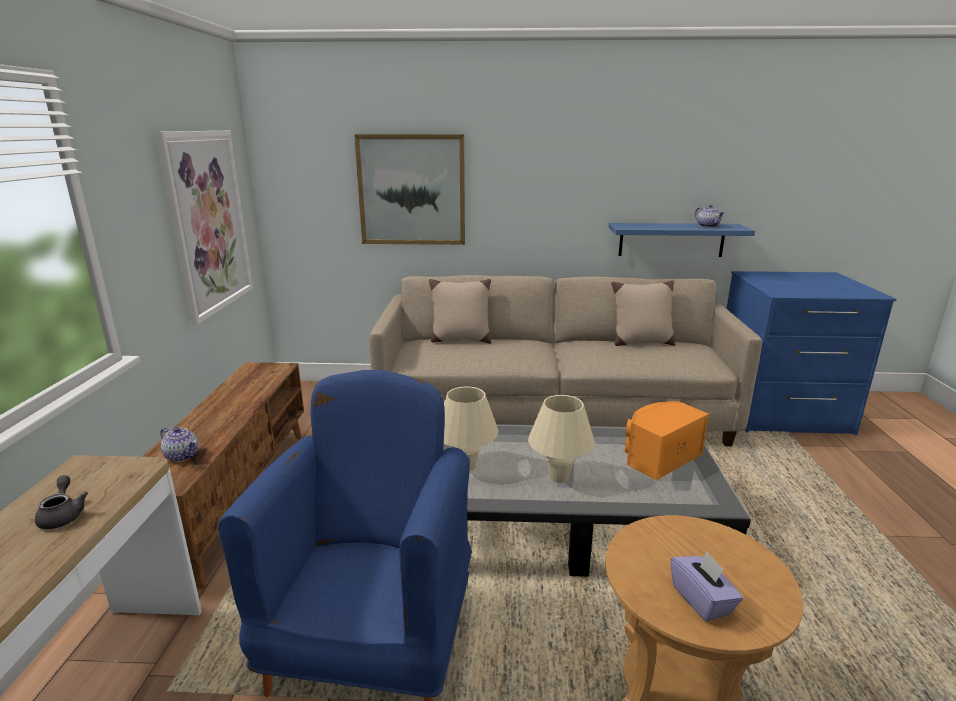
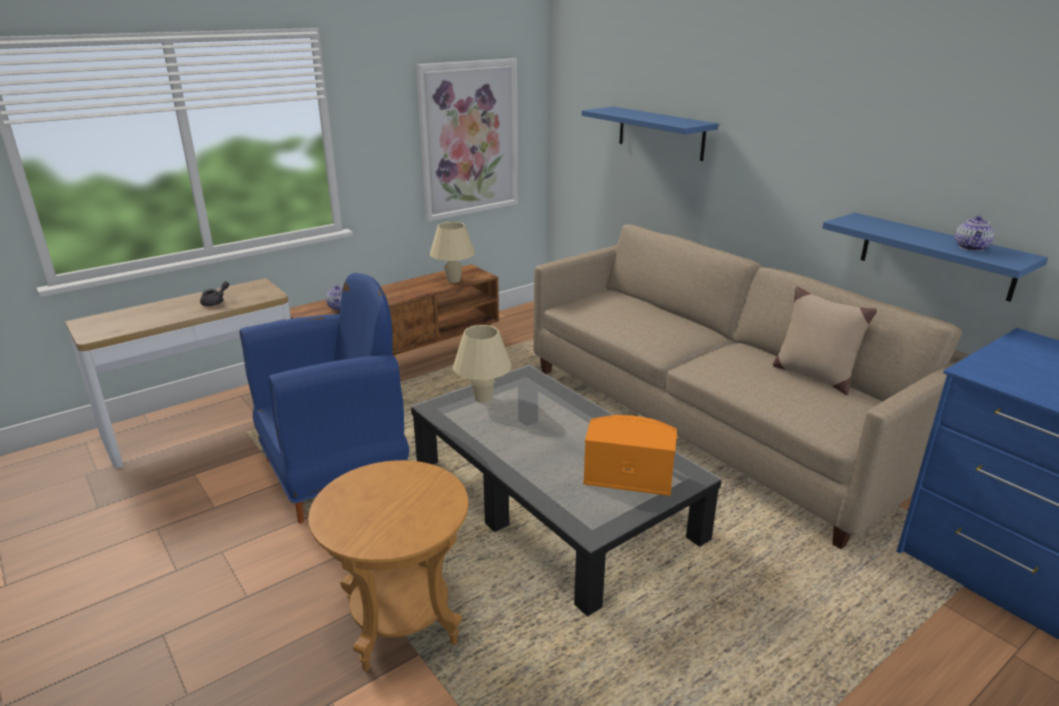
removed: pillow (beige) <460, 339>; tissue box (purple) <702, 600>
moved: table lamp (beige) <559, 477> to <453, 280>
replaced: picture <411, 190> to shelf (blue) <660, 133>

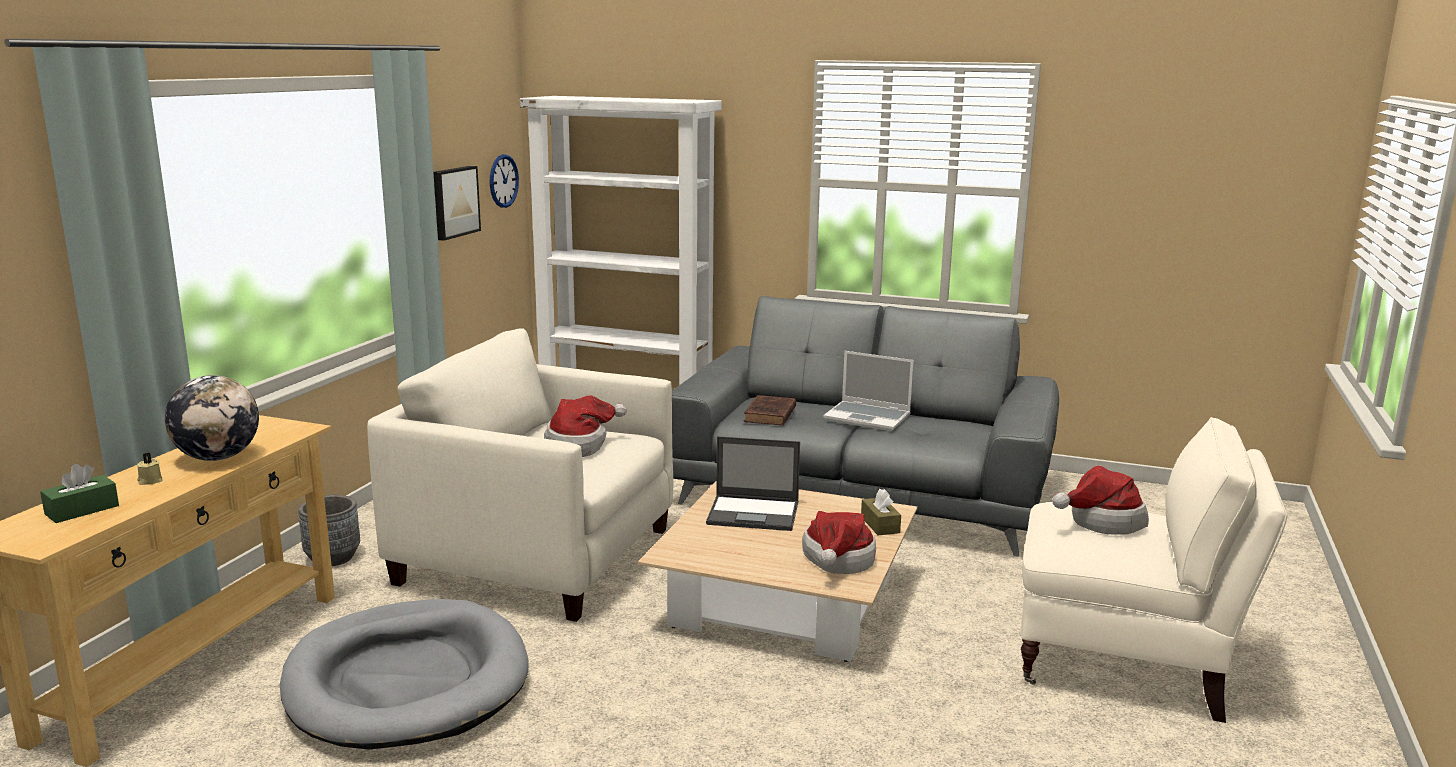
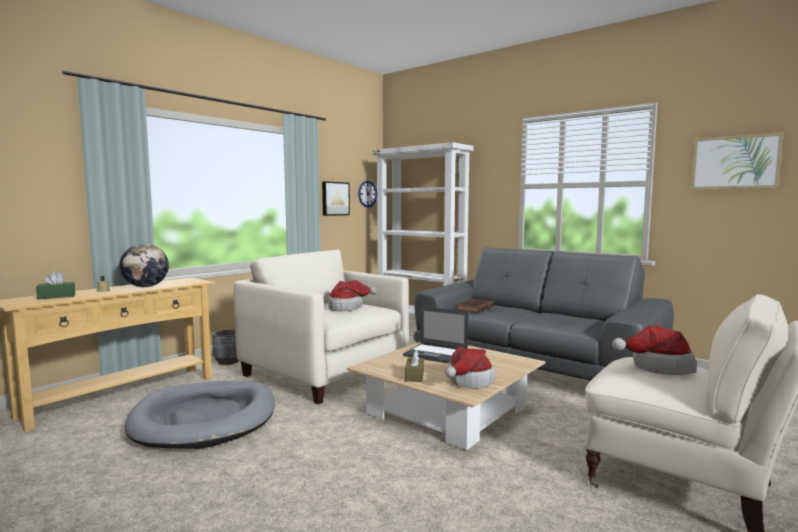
removed: laptop <868, 417>
added: picture <735, 162>
moved: tissue box (brown) <880, 525> to <414, 376>

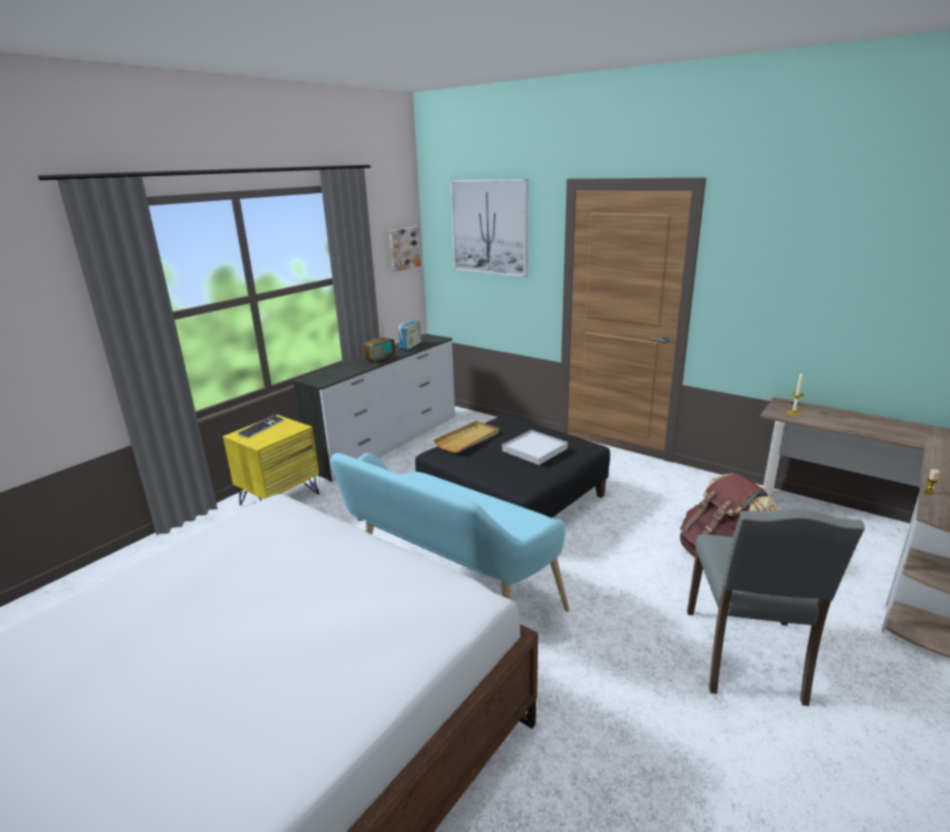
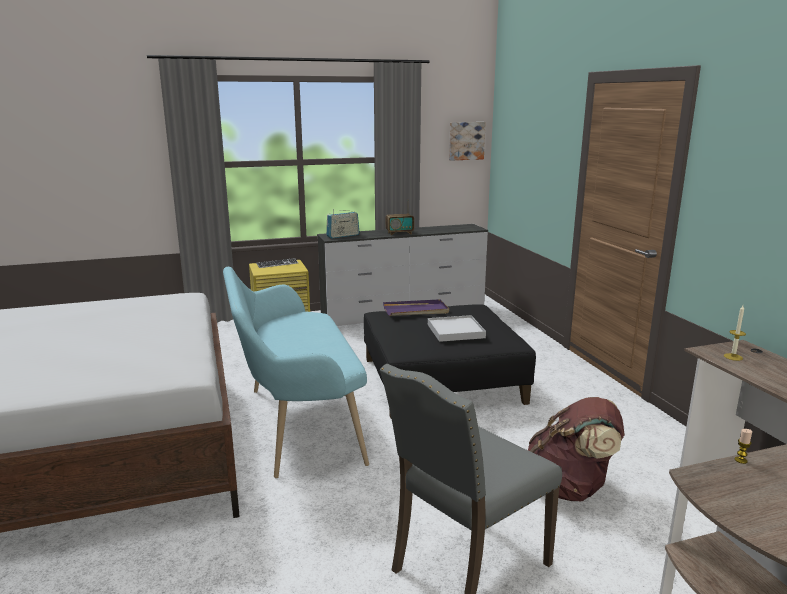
removed: picture <489, 227>
moved: radio <410, 346> to <343, 236>
recoloured: tray (beige) <468, 439> to tray (purple) <416, 310>

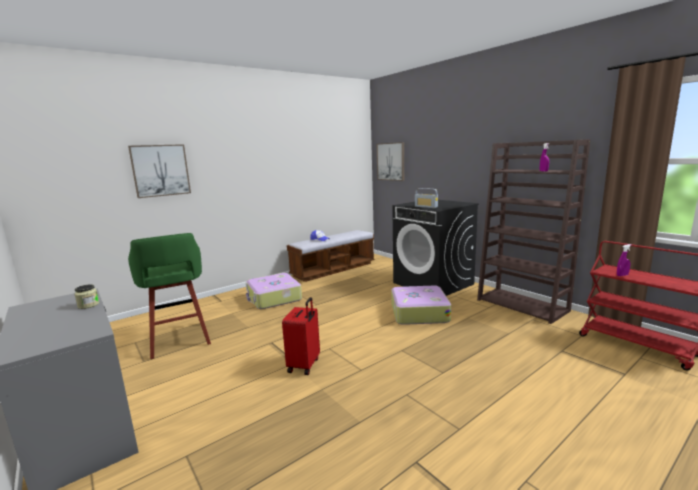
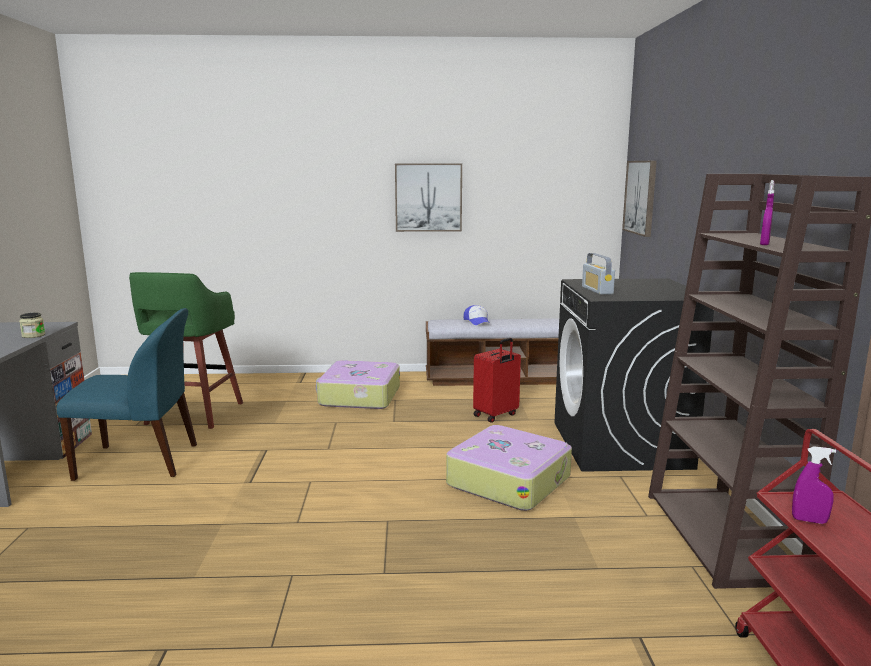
added: chair (blue) <140, 462>
moved: picture <160, 170> to <428, 197>; suitcase (red) <304, 365> to <496, 415>

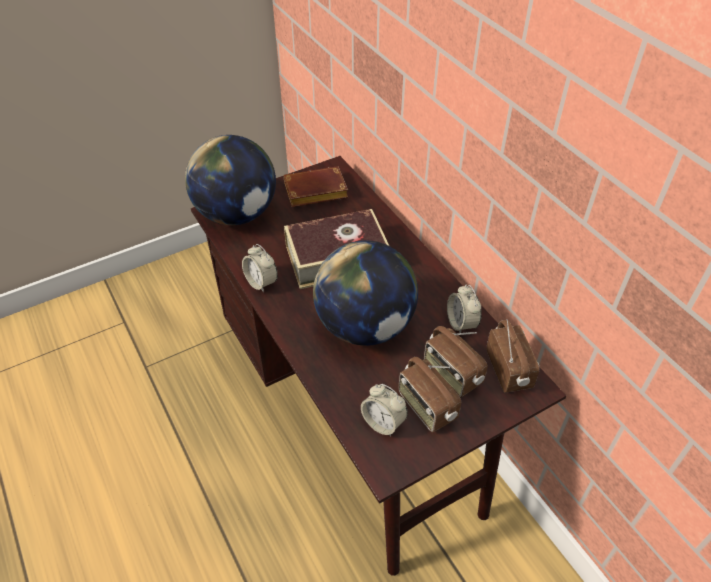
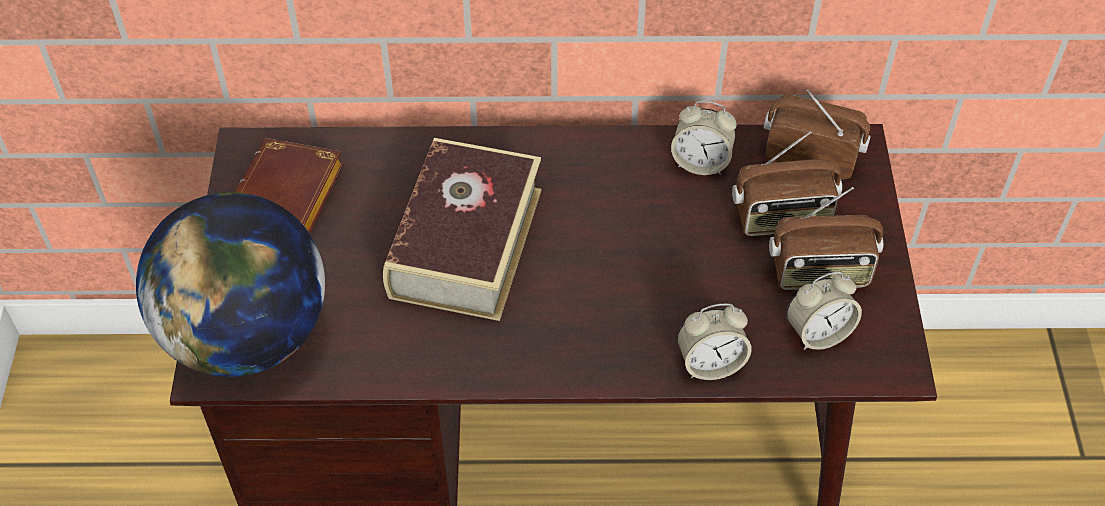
removed: globe <365, 326>
moved: alarm clock <261, 282> to <710, 363>

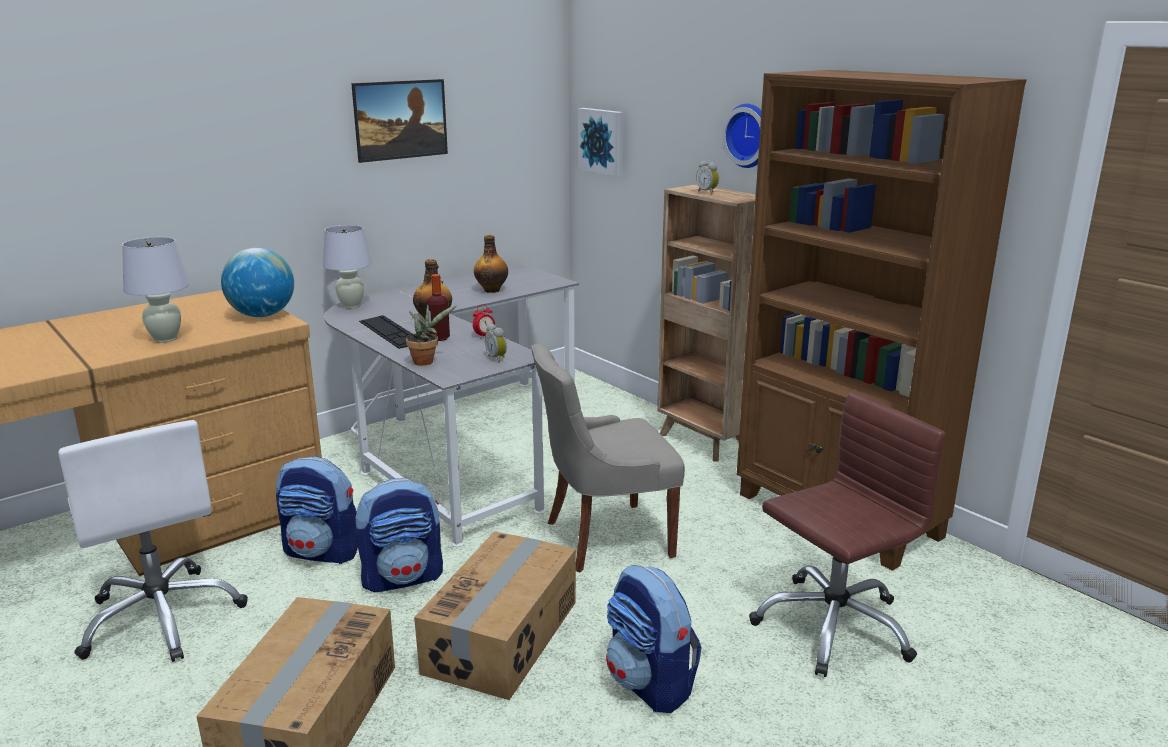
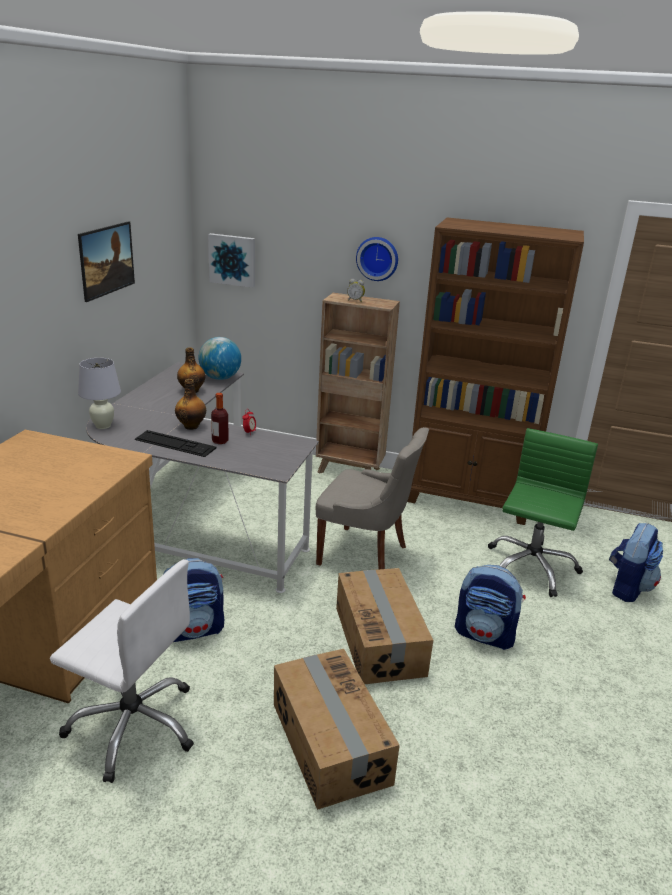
removed: table lamp (white) <165, 339>; potted plant <426, 361>; alarm clock <497, 358>
moved: globe <262, 315> to <220, 378>; backpack <403, 577> to <627, 587>
recoloured: office chair (brown) <832, 625> to office chair (green) <530, 567>
turned: chair (grey) <605, 538> = <365, 555> 105 degrees counterclockwise

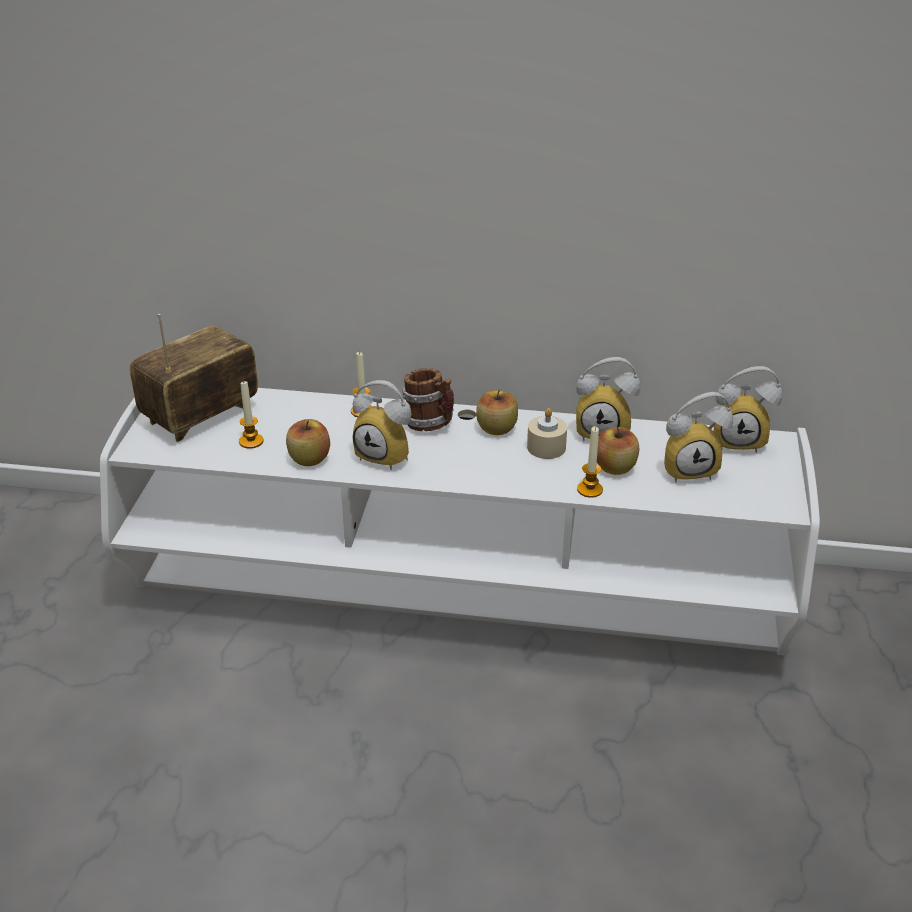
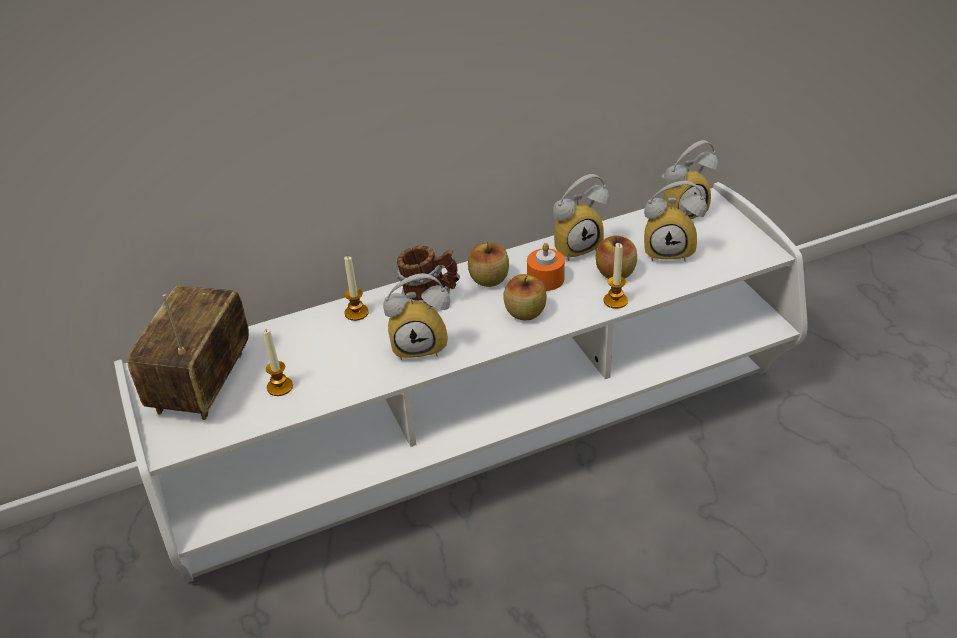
moved: apple <309, 459> to <525, 312>
recoloured: candle (beige) <546, 447> to candle (orange) <545, 279>
turned: alarm clock <689, 468> = <670, 250> 45 degrees clockwise

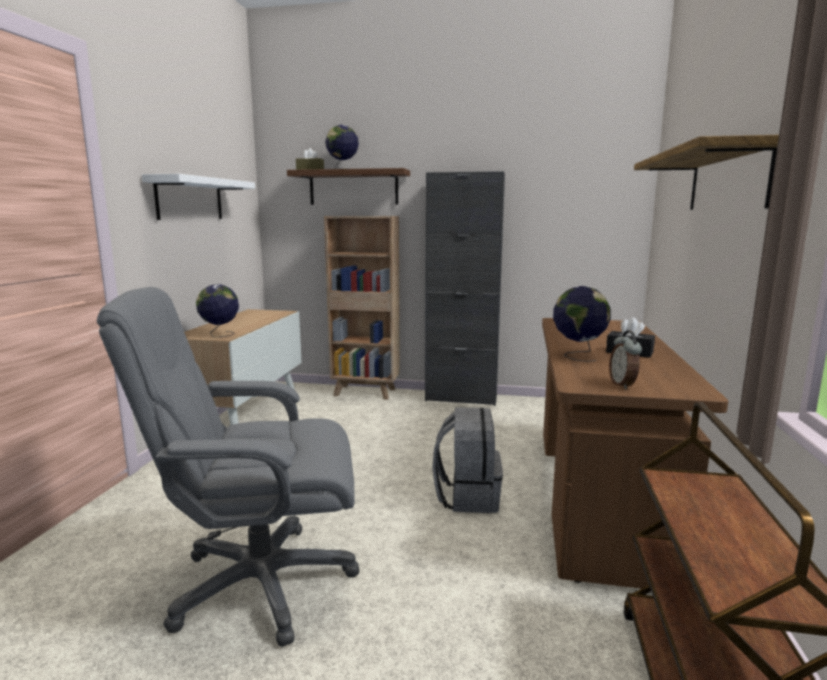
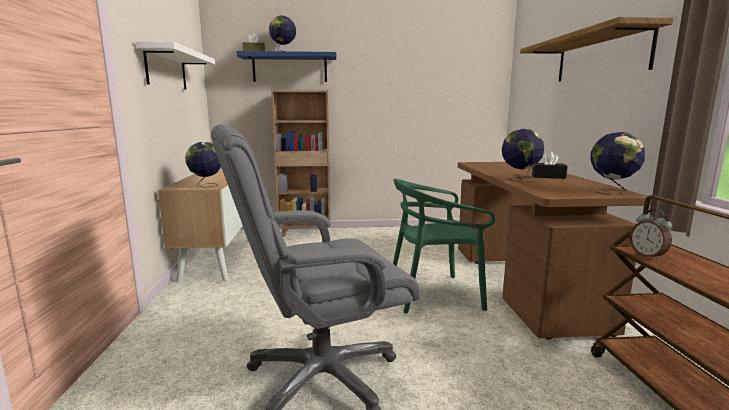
removed: cabinet (black) <461, 398>
added: globe <612, 191>
moved: alarm clock <623, 385> to <647, 256>
replaced: backpack (grey) <467, 497> to chair (green) <434, 295>
recoloured: shelf (brown) <353, 188> to shelf (blue) <289, 68>

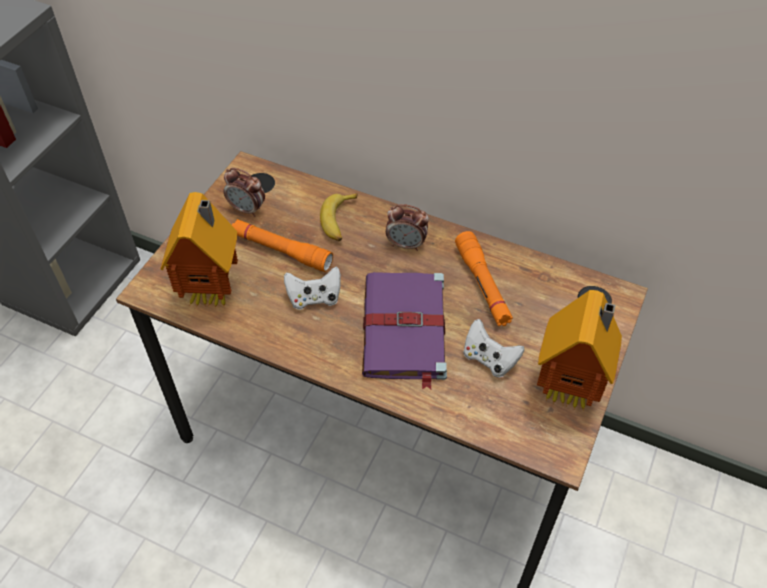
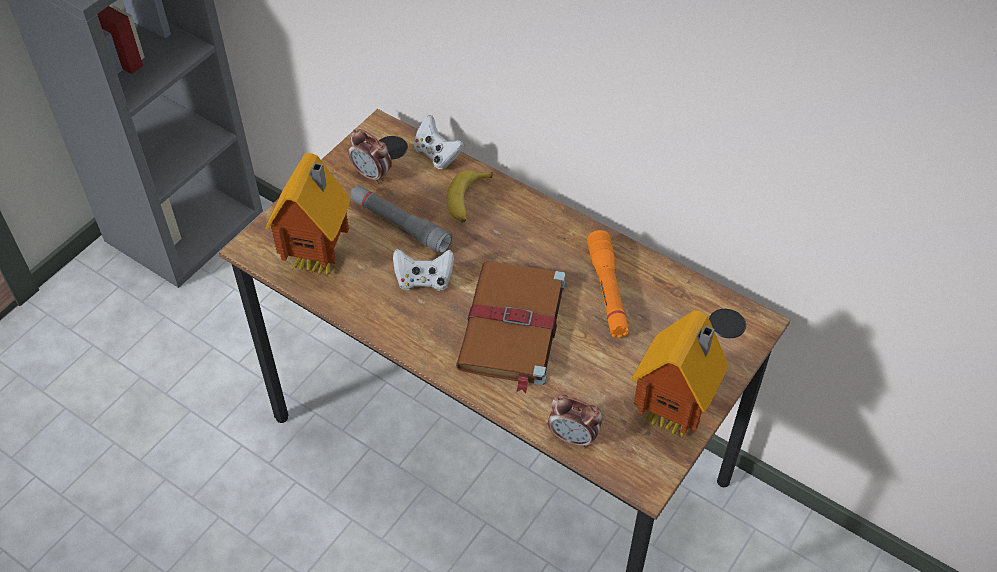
moved: alarm clock <406, 244> to <573, 437>; game controller (white) <489, 359> to <437, 155>
recoloured: flashlight (orange) <281, 250> to flashlight (grey) <399, 224>; book (purple) <404, 330> to book (brown) <512, 327>

